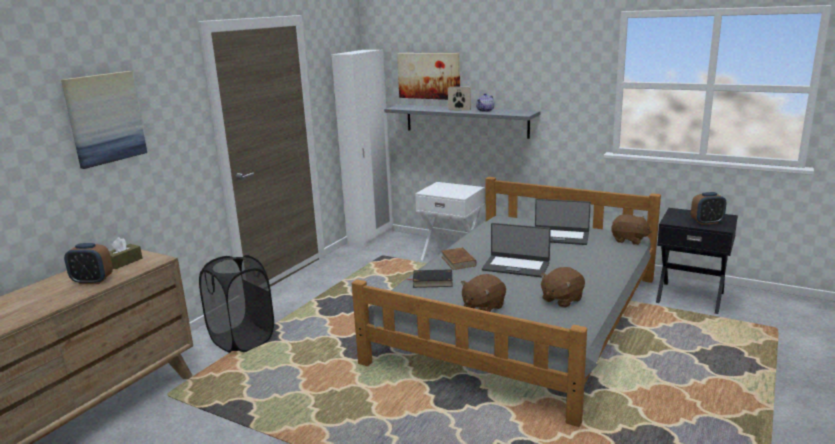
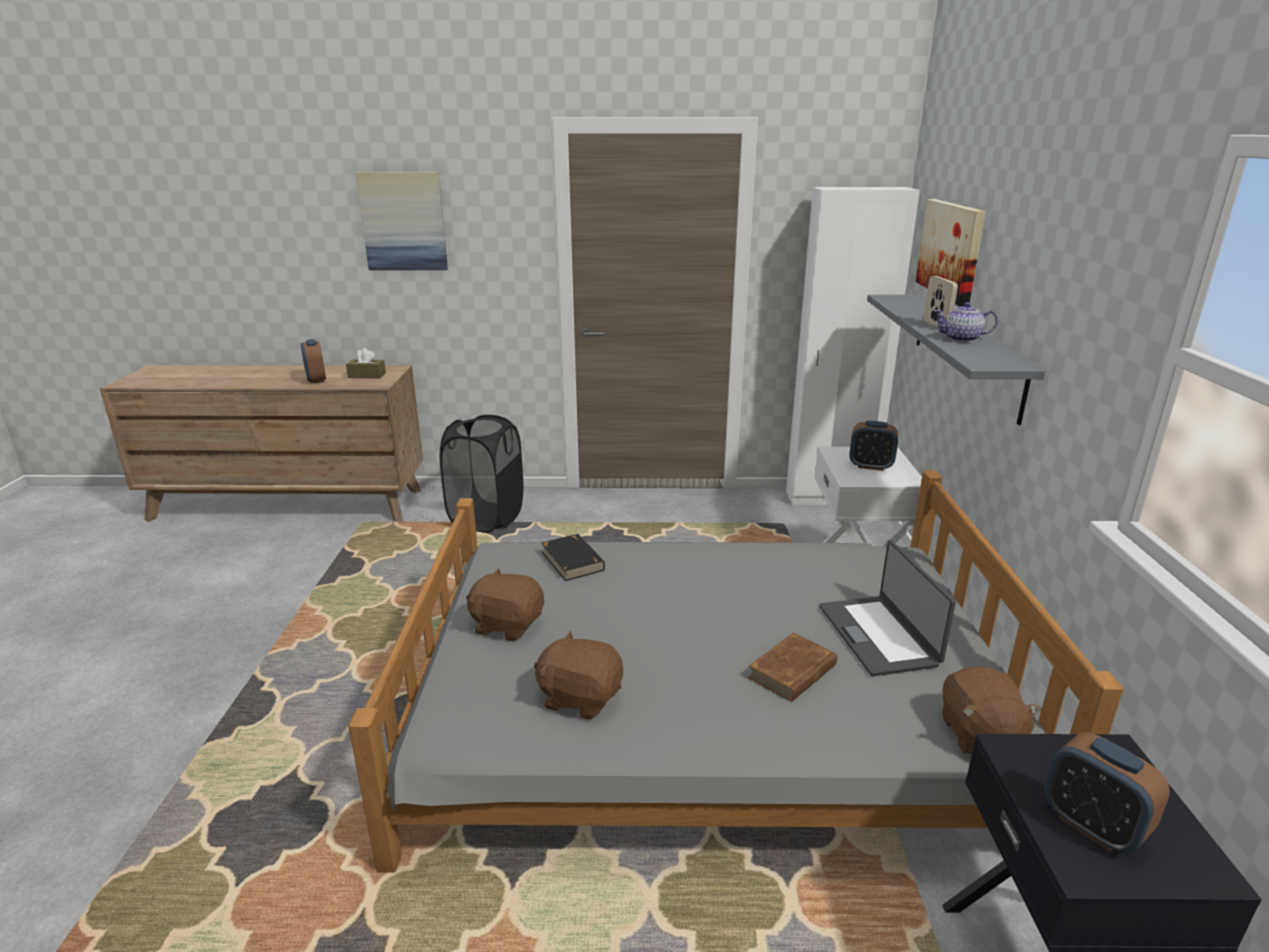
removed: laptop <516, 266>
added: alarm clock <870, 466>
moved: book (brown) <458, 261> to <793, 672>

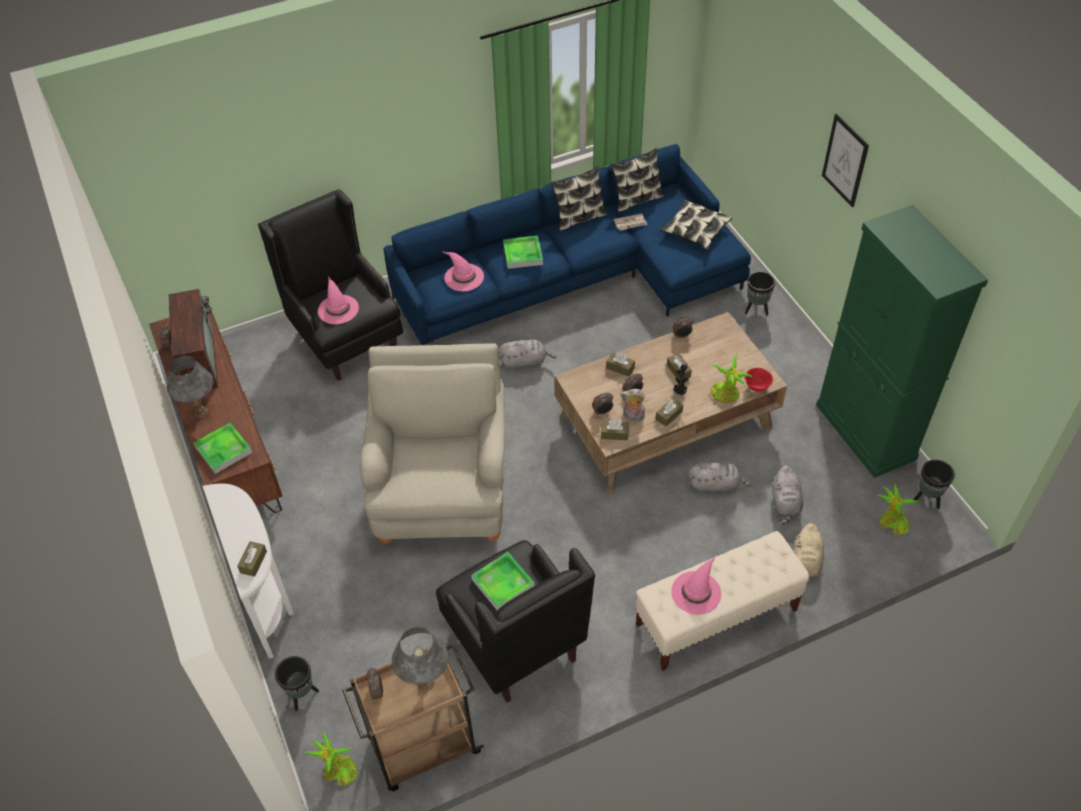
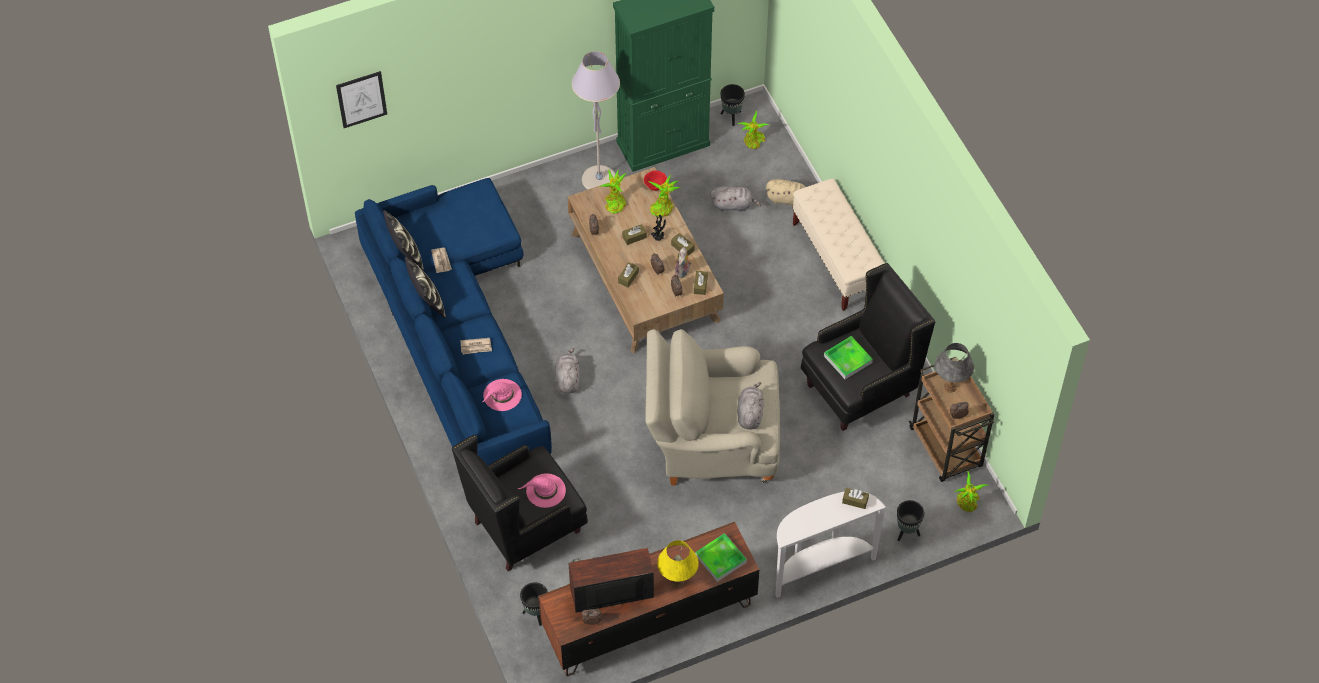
removed: pillow <695, 230>; hat (pink) <696, 592>
added: floor lamp (grey) <599, 180>; potted plant <614, 203>
moved: picture <845, 160> to <361, 99>; planter (black) <756, 309> to <535, 614>; plush toy (grey) <715, 485> to <750, 413>
replaced: tray <523, 254> to newspaper <476, 347>
recoloured: table lamp (grey) <201, 412> to table lamp (yellow) <677, 582>

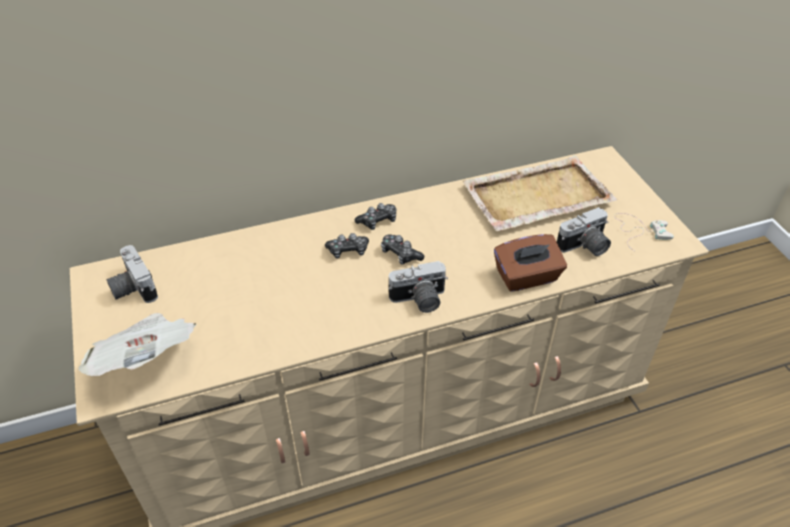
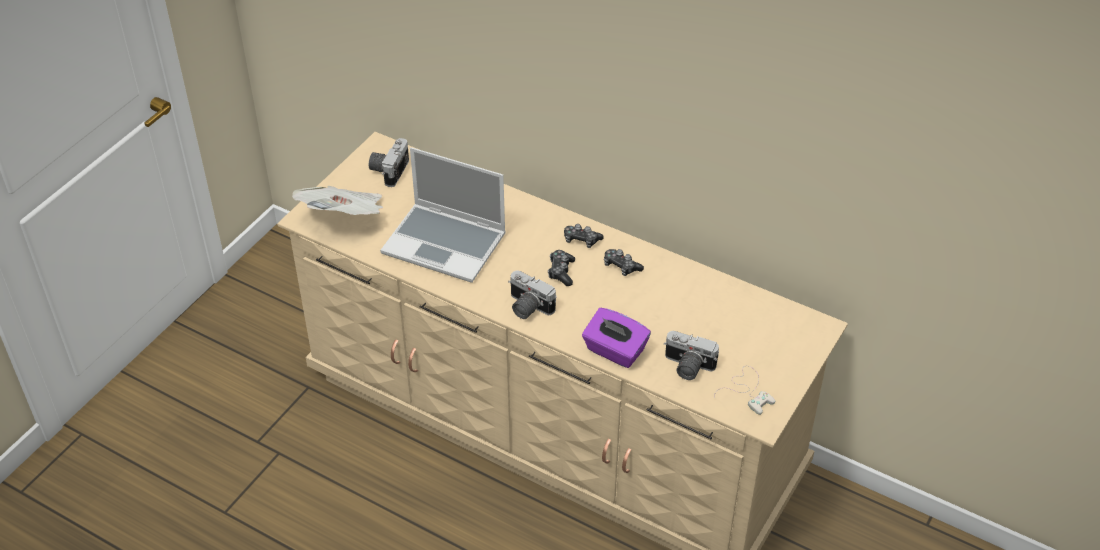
removed: tray (beige) <536, 196>
added: laptop <446, 244>
moved: game controller <348, 251> to <621, 266>
recoloured: tissue box (brown) <527, 277> to tissue box (purple) <615, 351>

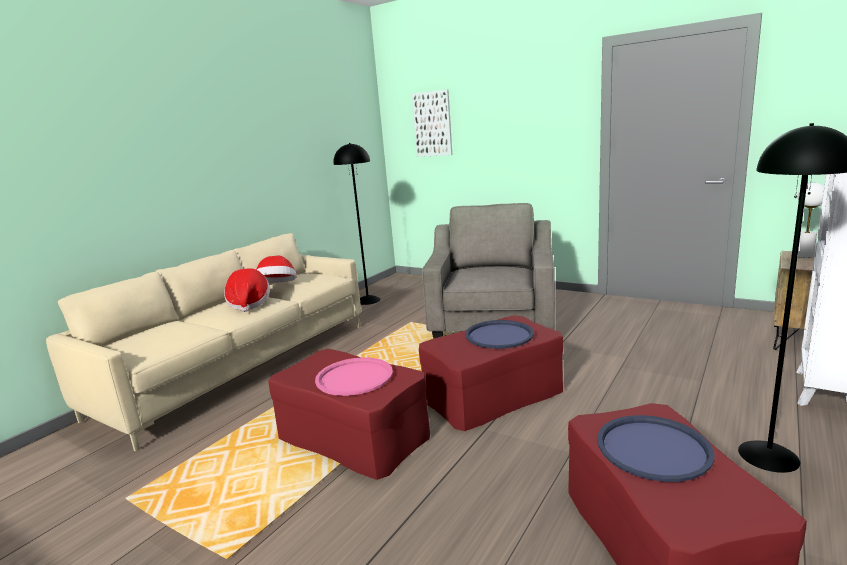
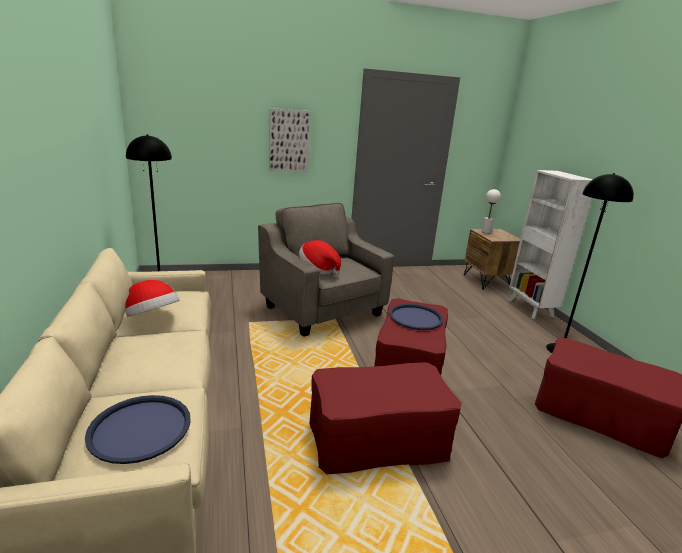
removed: tray (pink) <354, 377>
moved: picture <432, 124> to <289, 141>; hat <249, 304> to <318, 269>; tray (blue) <653, 448> to <140, 429>

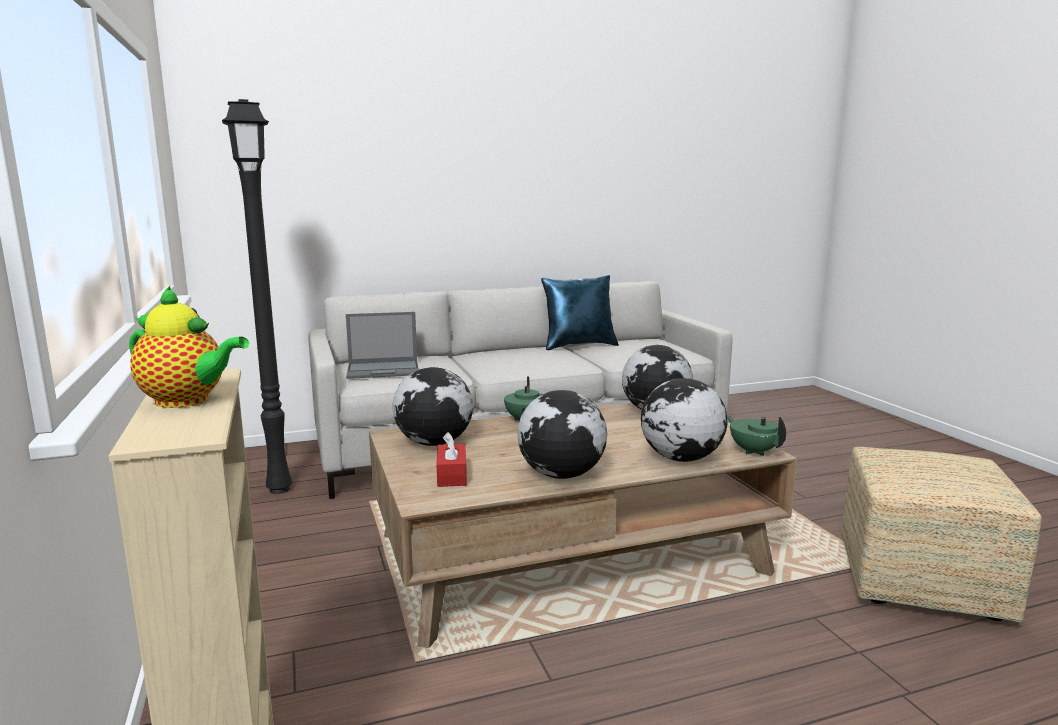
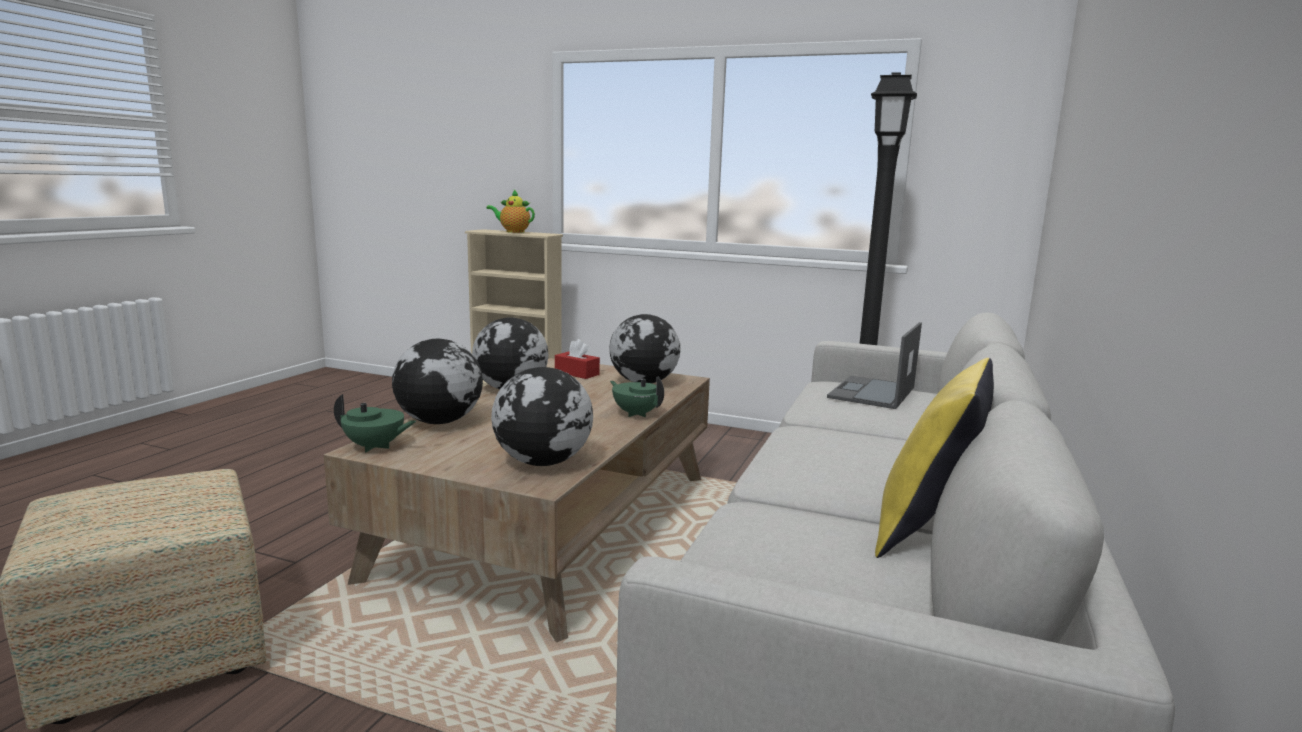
recoloured: pillow (blue) <579, 345> to pillow (yellow) <926, 530>
turned: teapot <187, 401> = <513, 232> 45 degrees clockwise

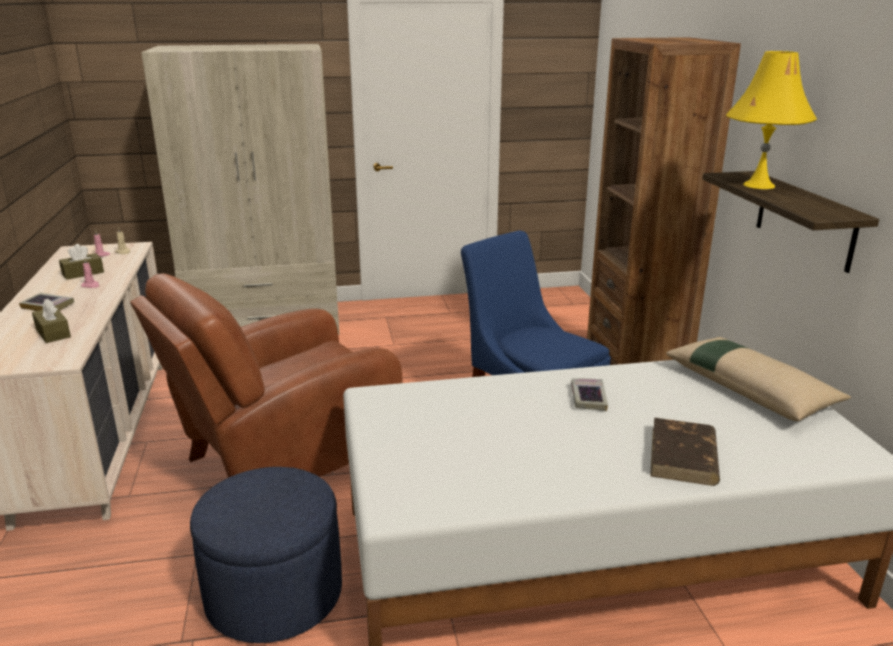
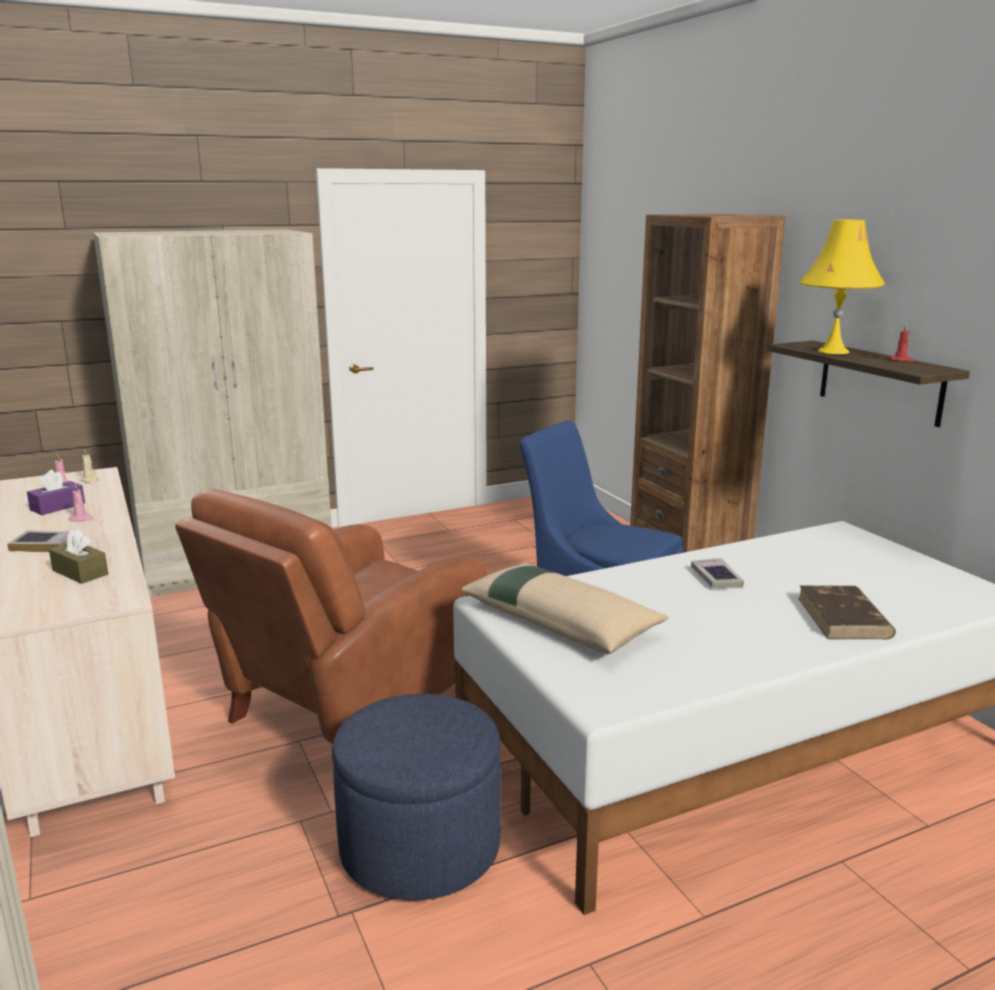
added: candle (red) <901, 360>
moved: pillow (beige) <750, 389> to <561, 621>
recoloured: tissue box (brown) <83, 273> to tissue box (purple) <57, 507>

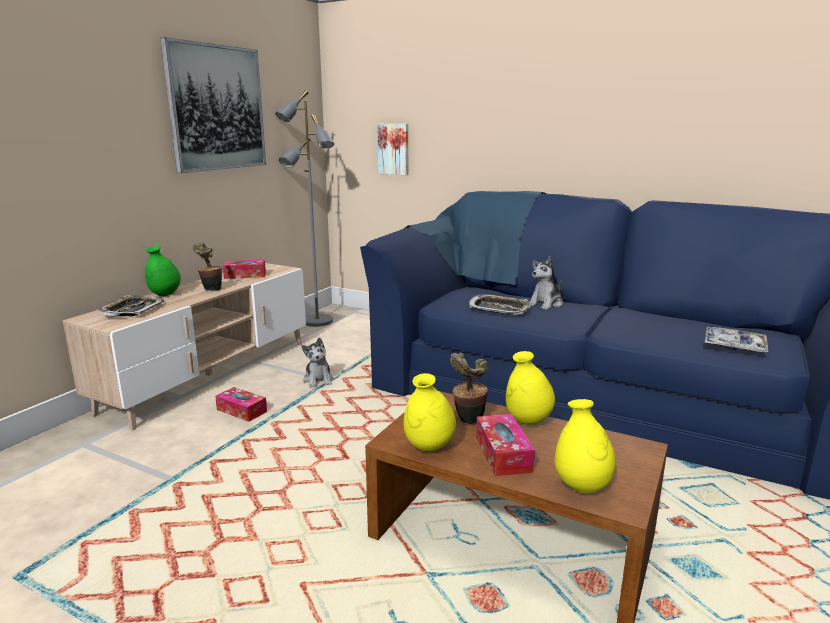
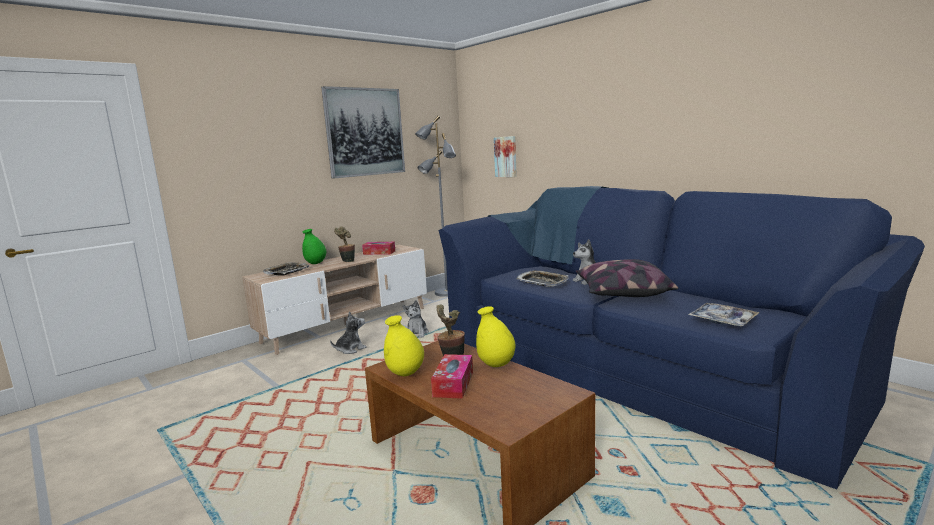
removed: vase (yellow) <582, 487>
added: pillow <622, 294>
replaced: tissue box <241, 410> to plush toy <350, 349>

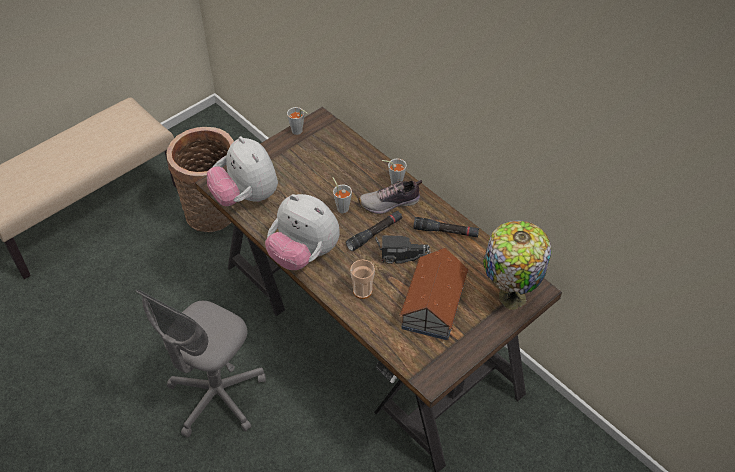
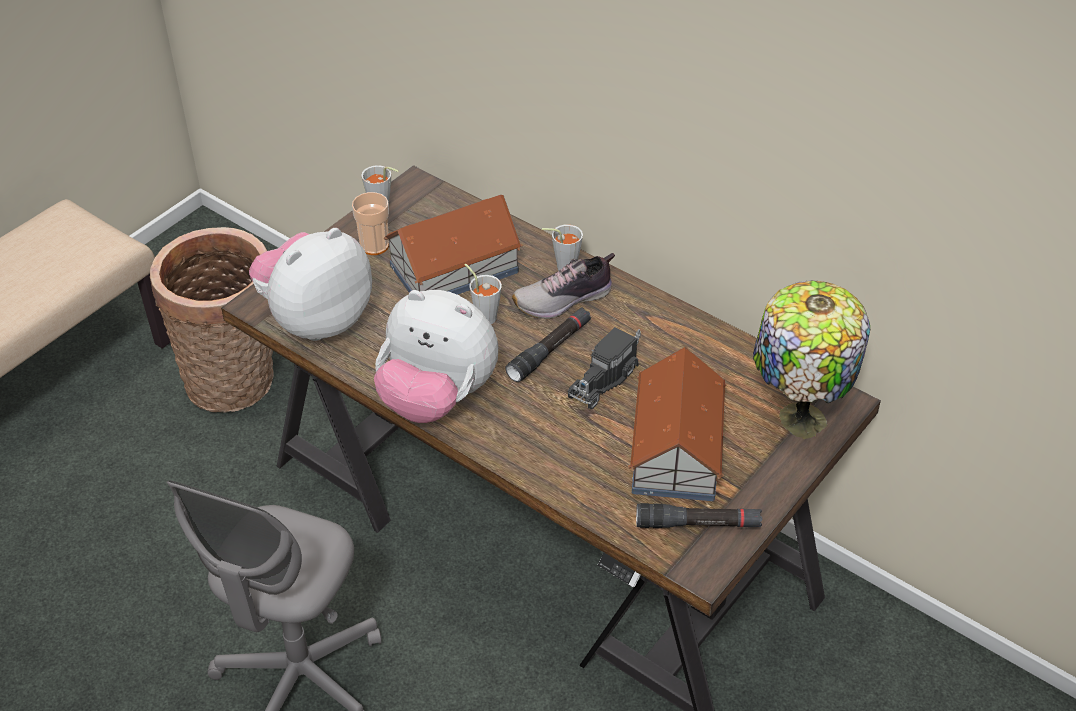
added: toy house <452, 268>
moved: flashlight (black) <445, 231> to <698, 524>; cup <362, 291> to <374, 246>
turned: plush toy <246, 197> = <316, 320> 90 degrees clockwise; toy truck <402, 256> = <604, 379> 135 degrees clockwise

